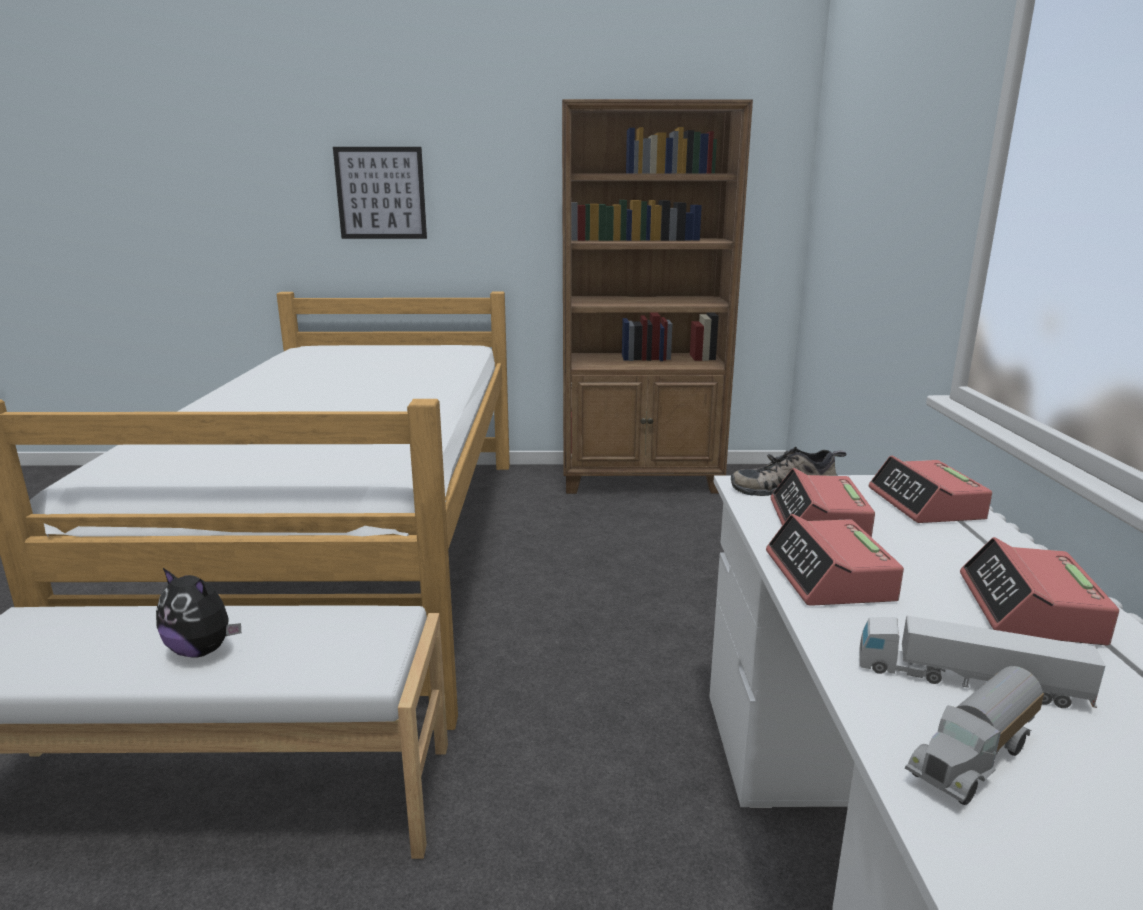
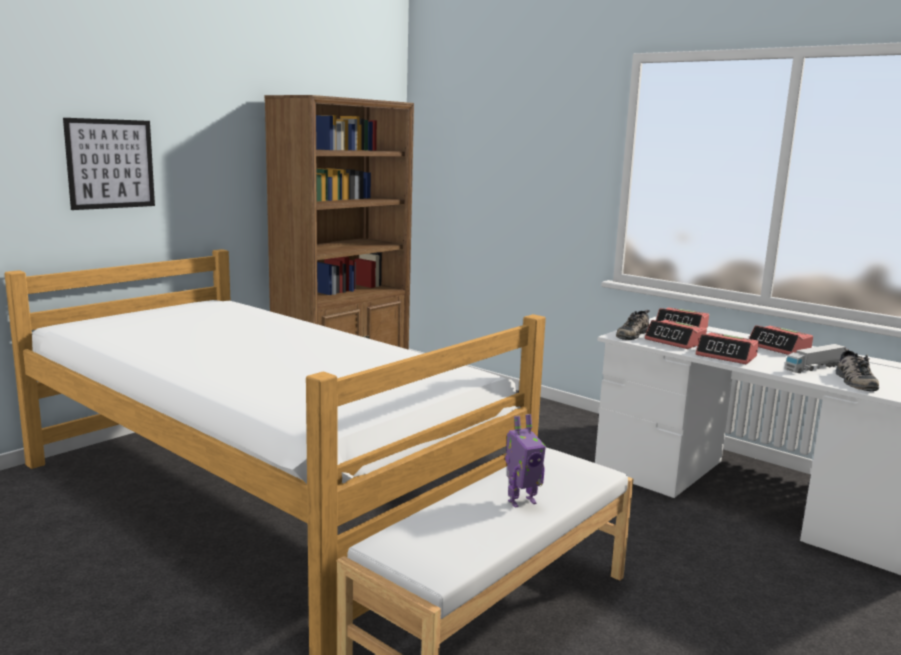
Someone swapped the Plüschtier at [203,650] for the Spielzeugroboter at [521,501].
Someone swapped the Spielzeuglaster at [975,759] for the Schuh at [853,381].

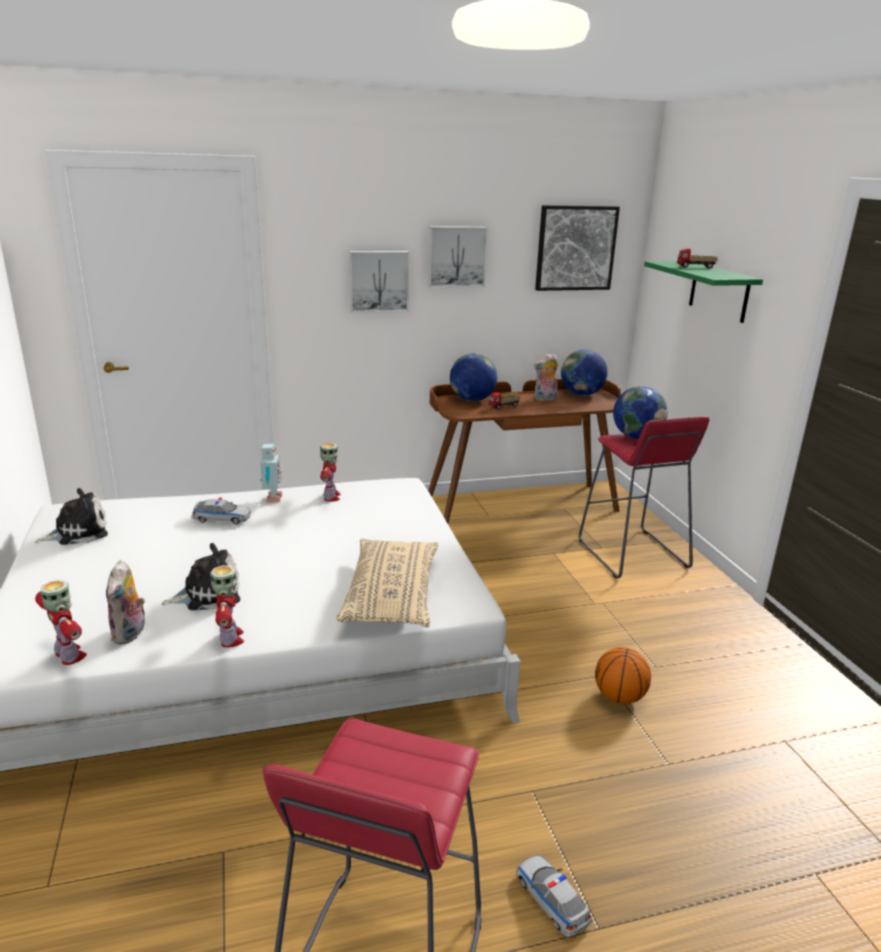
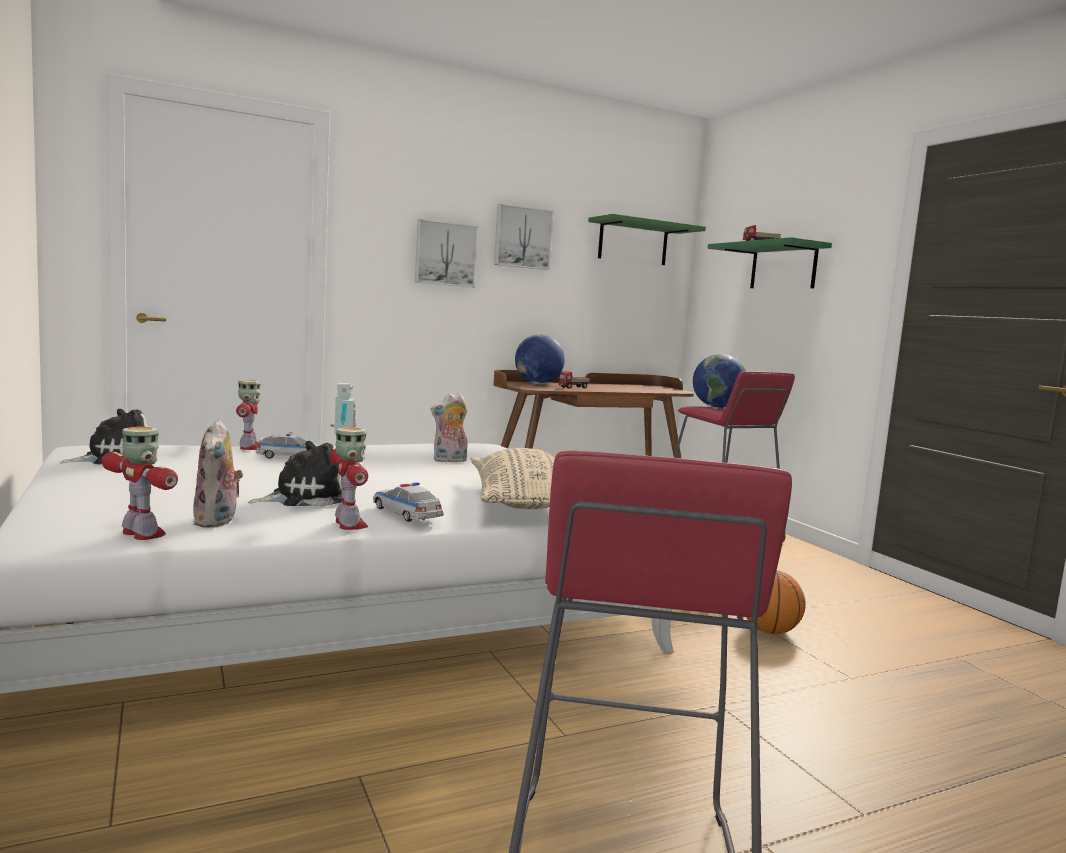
Someone took away the Globus at [581,394].
Someone carried the Spielzeugroboter from [331,497] to [249,447].
Someone carried the Spielzeugauto from [552,900] to [406,513].
Someone carried the Plüschtier from [545,399] to [449,461].
Someone swapped the Bild at [575,248] for the Wandregal (grün) at [633,242].

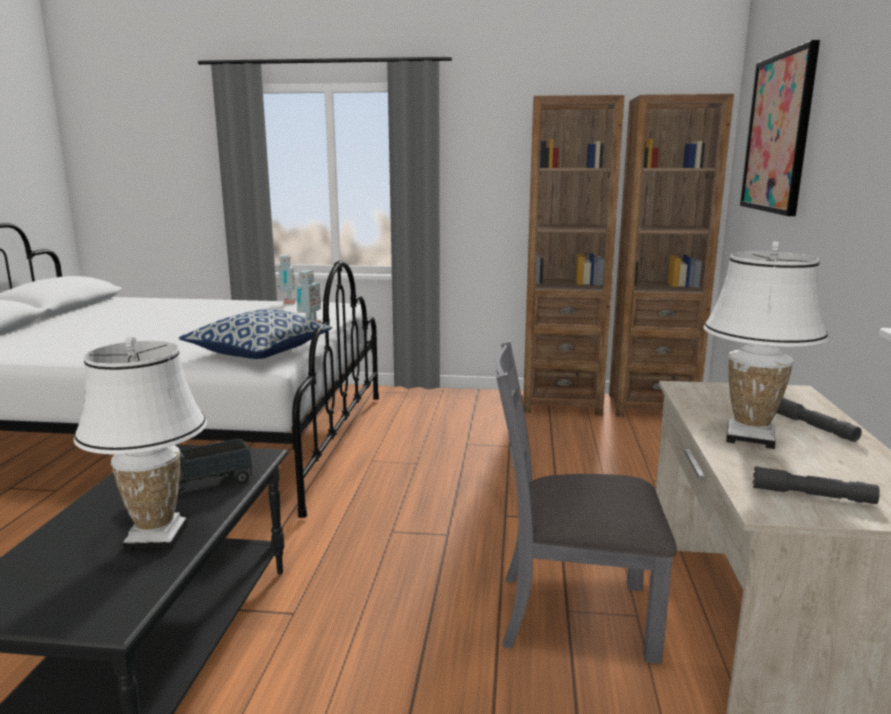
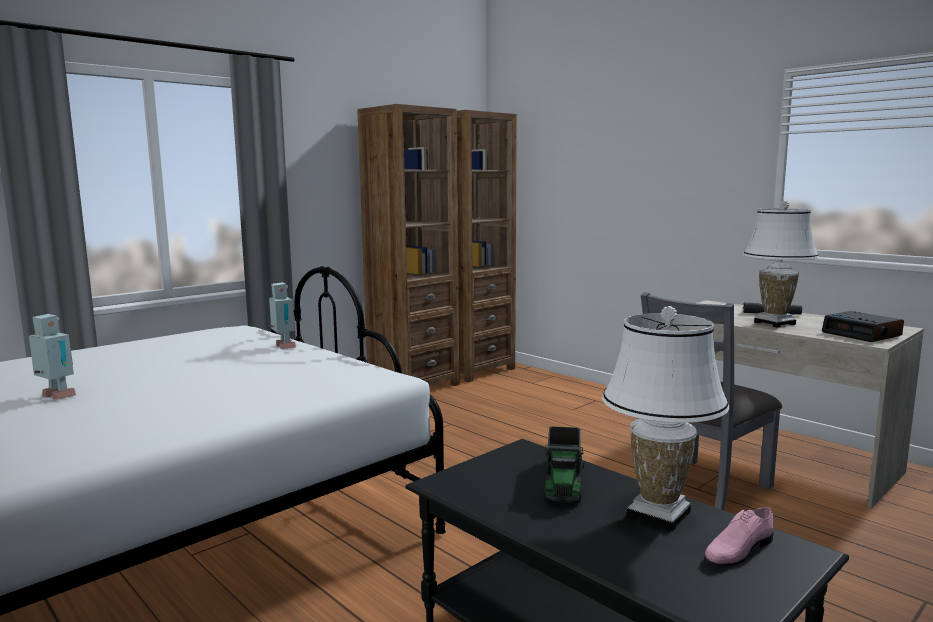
Someone took away the Kissen at [259,351].
Someone took away the Bild at [778,134].
Someone put down the Schuh (rosa) at [737,549].
Someone carried the Spielzeugroboter from [288,303] to [56,397].
Someone swapped the Taschenlampe (grau) at [812,495] for the Wecker at [862,334].

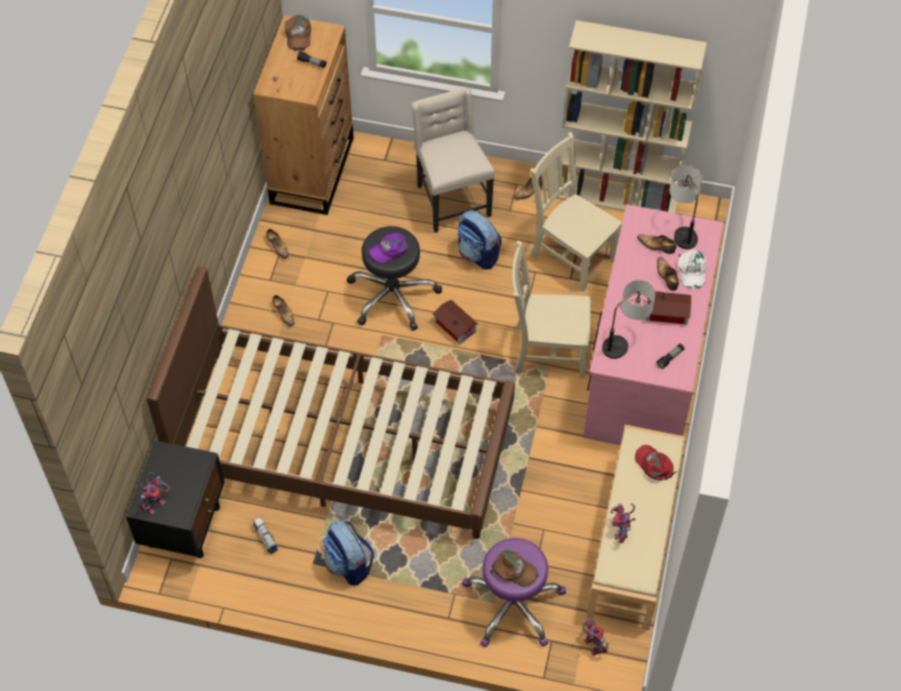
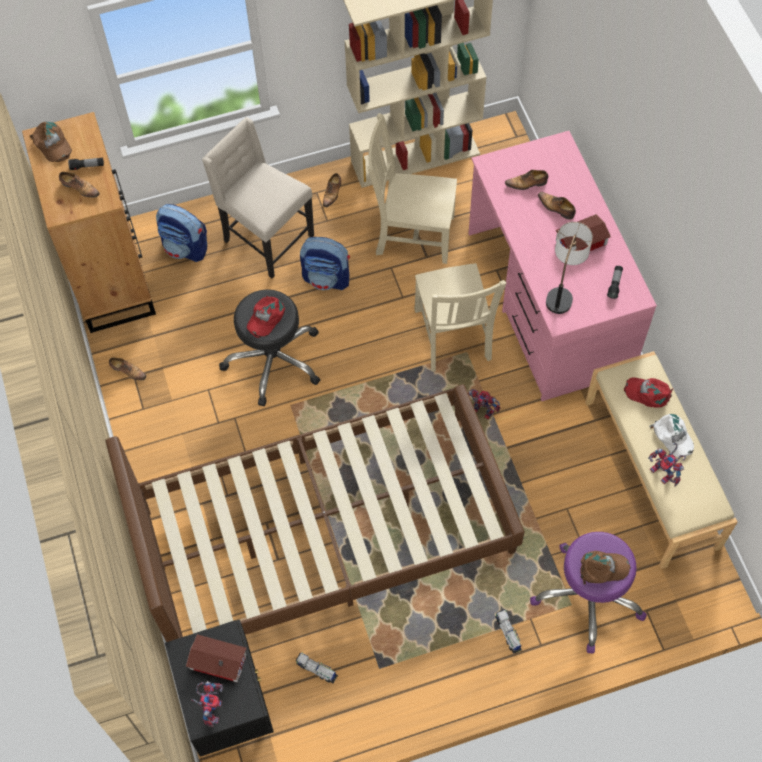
Someone took away the Tischlampe at [681,228].
Someone put down the Spielzeuglaster at [508,633].
Someone carried the Schuh from [284,313] to [80,188].
Someone carried the Rucksack from [349,565] to [186,248].
Someone carried the Spielzeughaus from [455,325] to [217,660].
Someone carried the Spielzeugroboter from [591,644] to [480,411].
Someone carried the Kappe (weiß) from [691,271] to [672,437].
Someone repainted the Kappe (lila) at [389,249], which became the Kappe (rot) at [265,317].
Someone rotated the Stuhl (beige) at [547,351] by 75 degrees counterclockwise.

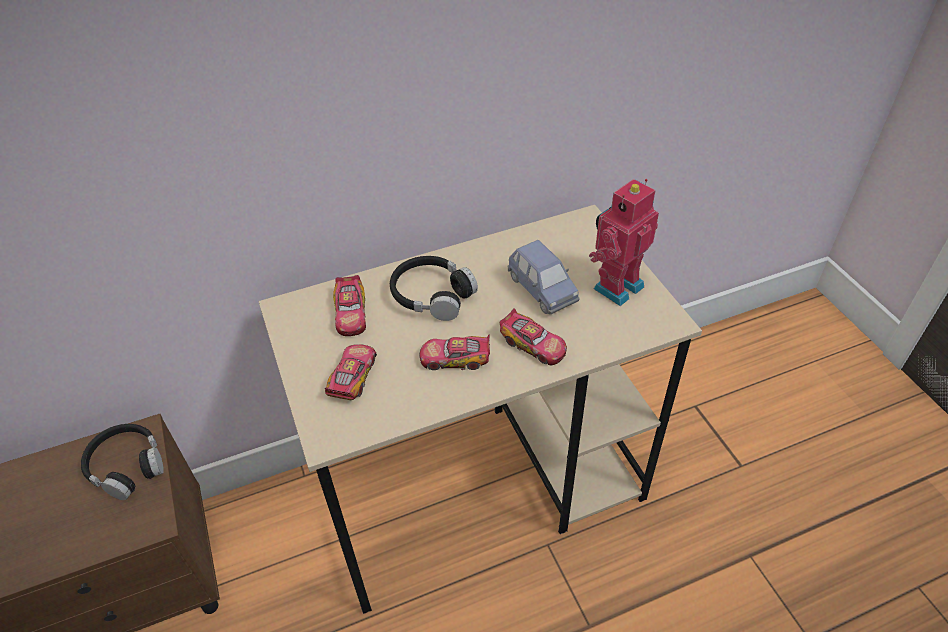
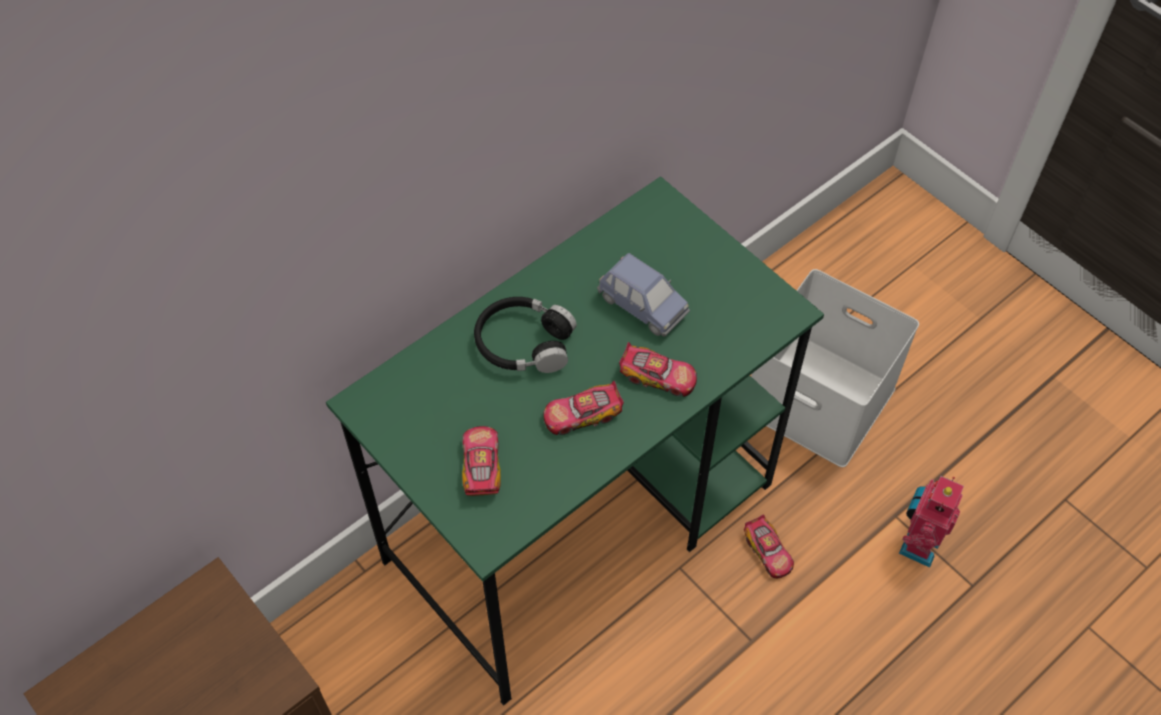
Someone took away the Kopfhörer (schwarz) at [127,466].
Someone put down the Aufbewahrungsbox (weiß) at [823,399].
Someone carried the Spielzeugauto from [351,313] to [768,552].
Someone carried the Spielzeugroboter from [616,286] to [917,544].
Someone repainted the Schreibtisch (beige) at [482,484], which became the Schreibtisch (grün) at [582,520].

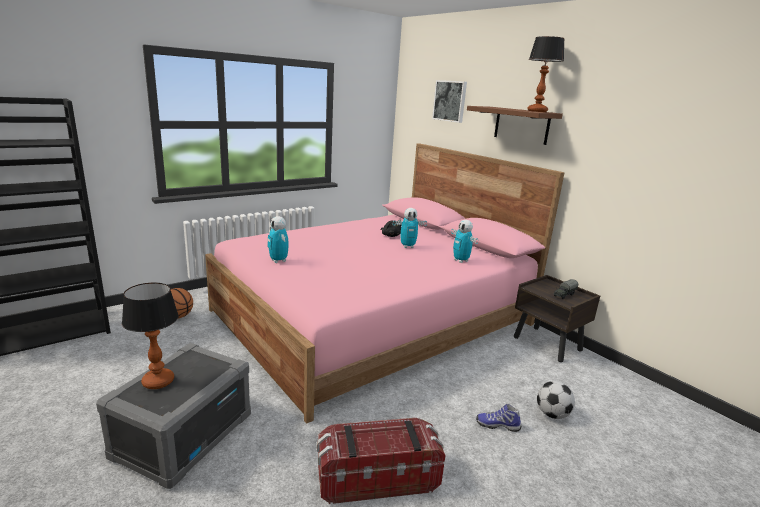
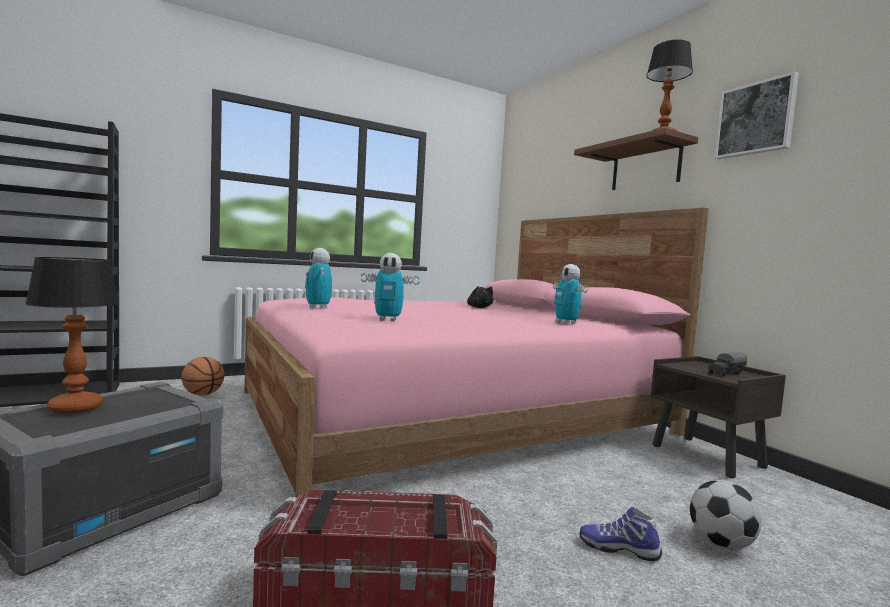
Someone carried the Spielzeugroboter from [407,246] to [388,320].
Someone carried the Bild from [450,101] to [756,119].

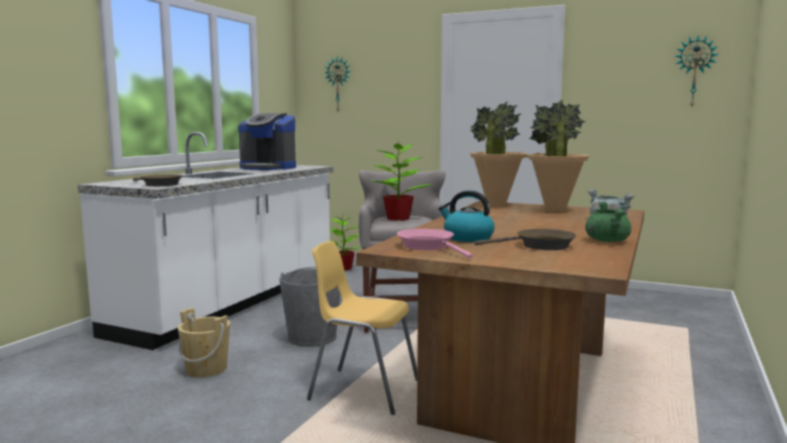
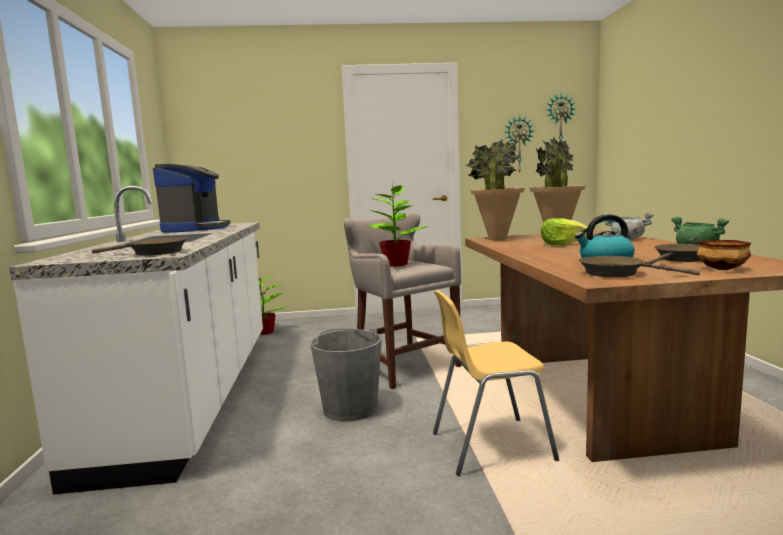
Someone took away the Eimer (beige) at [206,369].
Someone put down the Salatkopf at [561,244].
Someone put down the Schüssel at [723,269].
Someone carried the Wanduhr from [338,84] to [518,144].
Someone repainted the Pfanne (rosa) at [429,247], which became the Pfanne (braun) at [617,273].
Someone rotated the Kaffeemaschine at [268,168] by 75 degrees counterclockwise.

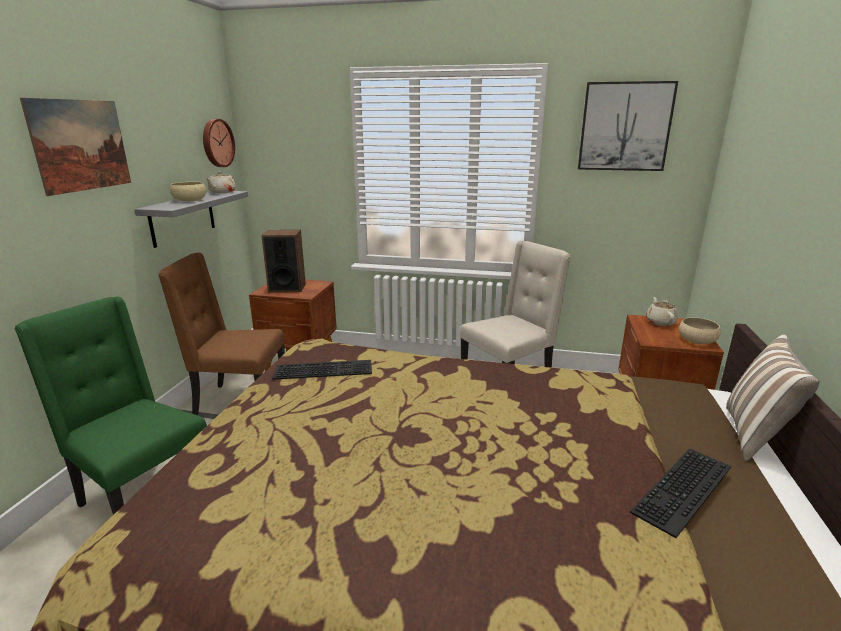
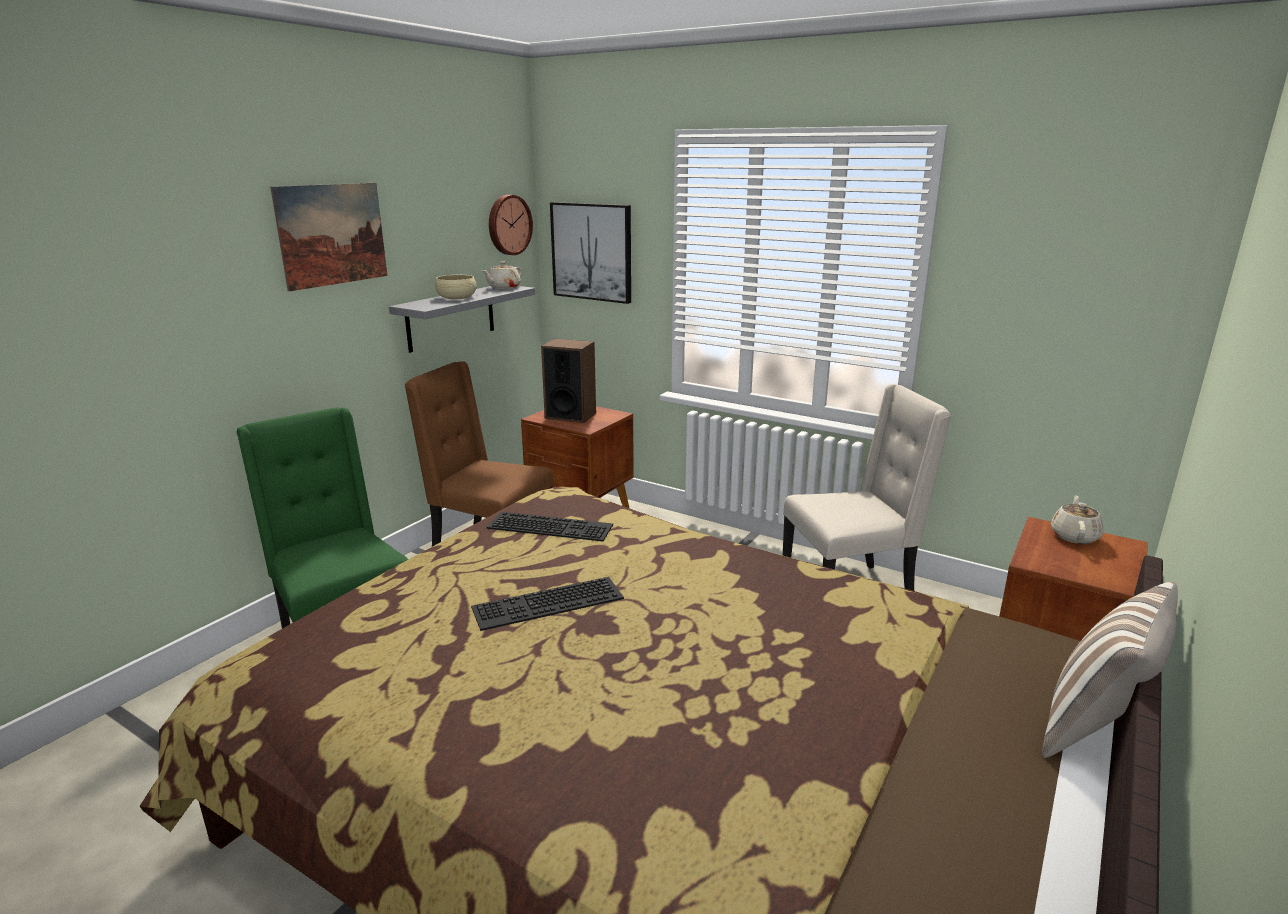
Someone took away the Schüssel (beige) at [697,340].
Someone carried the Bild from [625,127] to [592,252].
Someone carried the Tastatur from [685,491] to [547,605].

